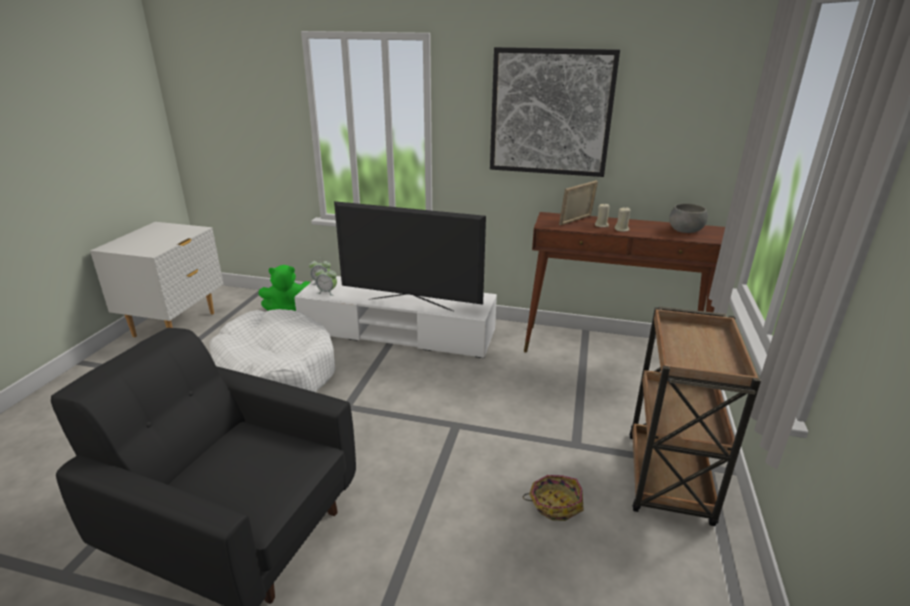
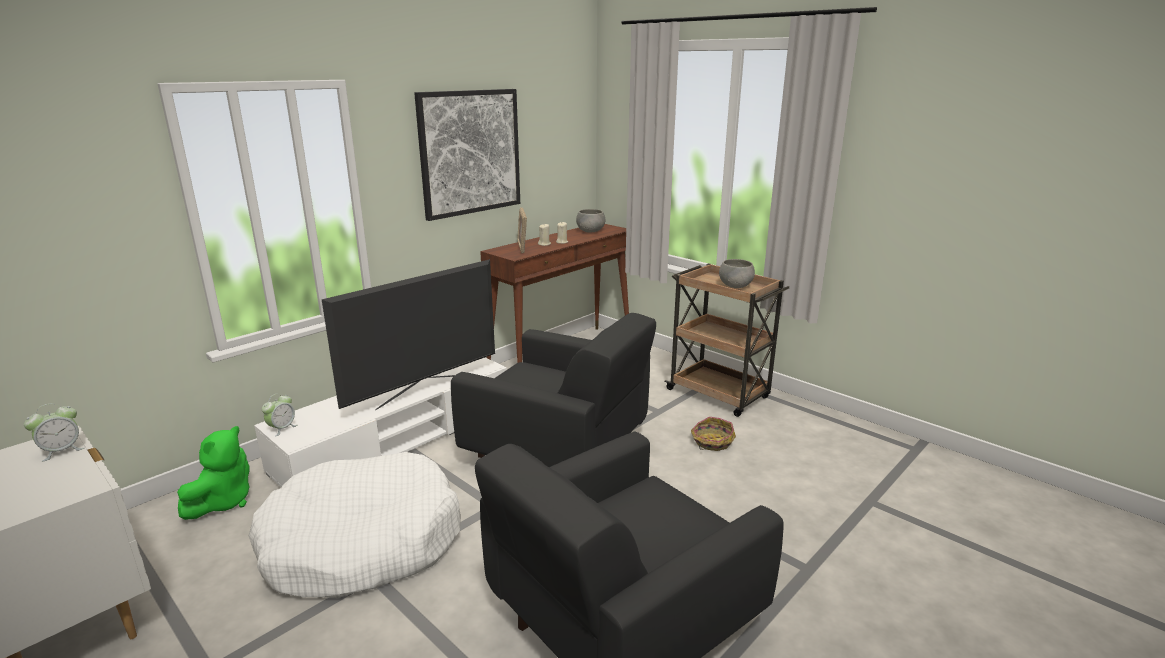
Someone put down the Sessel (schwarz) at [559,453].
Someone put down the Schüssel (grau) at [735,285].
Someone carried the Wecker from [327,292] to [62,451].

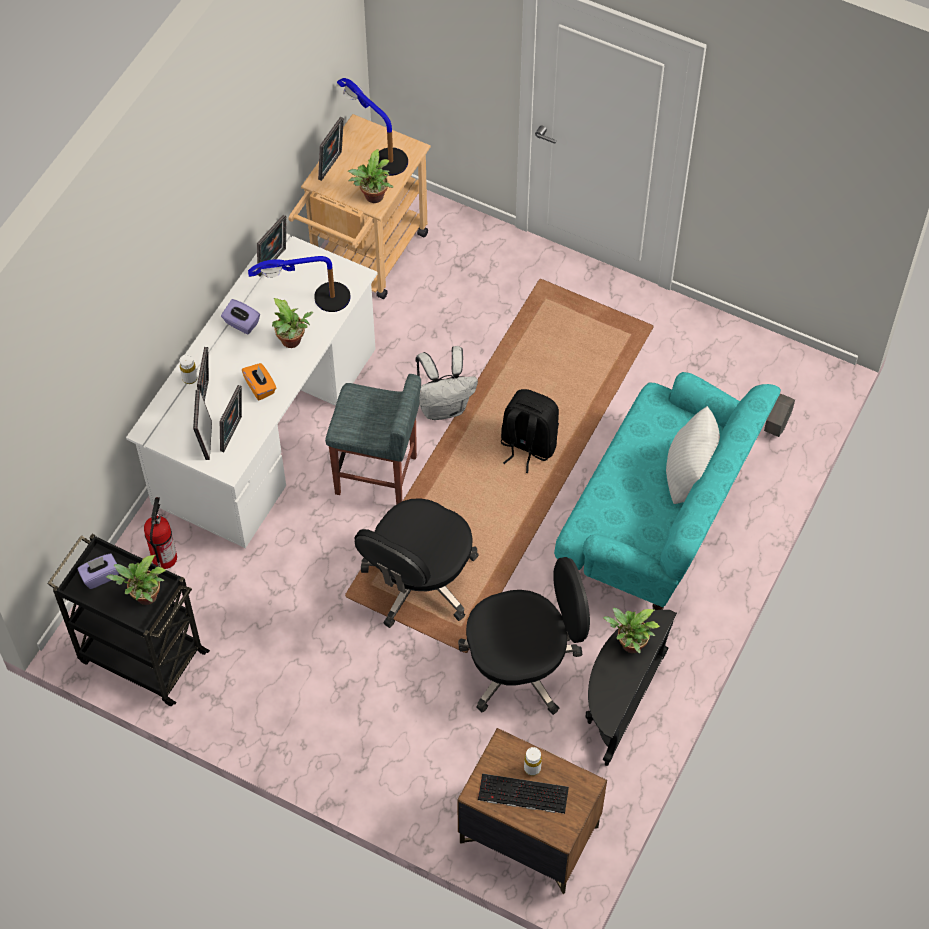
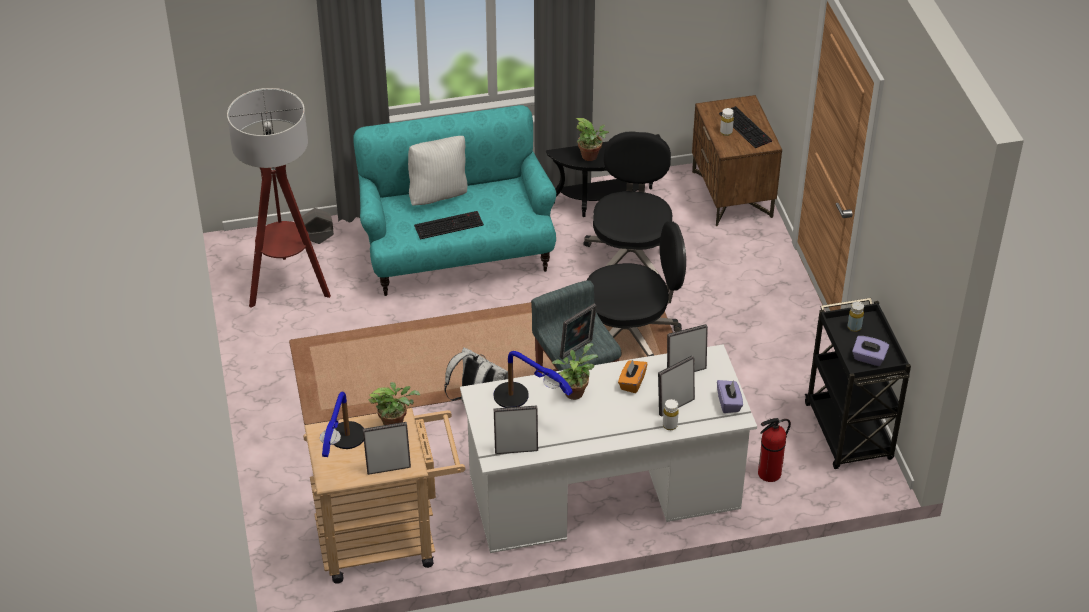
Someone took away the Rucksack (schwarz) at [527,445].
Someone put down the Stehlampe at [288,286].
Someone put down the Tastatur at [449,224].
Someone carried the Bilderrahmen from [205,441] to [577,350].
Someone carried the Taschentuchbox (lila) from [241,324] to [729,403].
Someone swapped the Topfpflanze at [144,597] for the Flasche (gelb) at [854,327].
Someone rotated the Bürostuhl (schwarz) at [522,665] by 60 degrees clockwise.

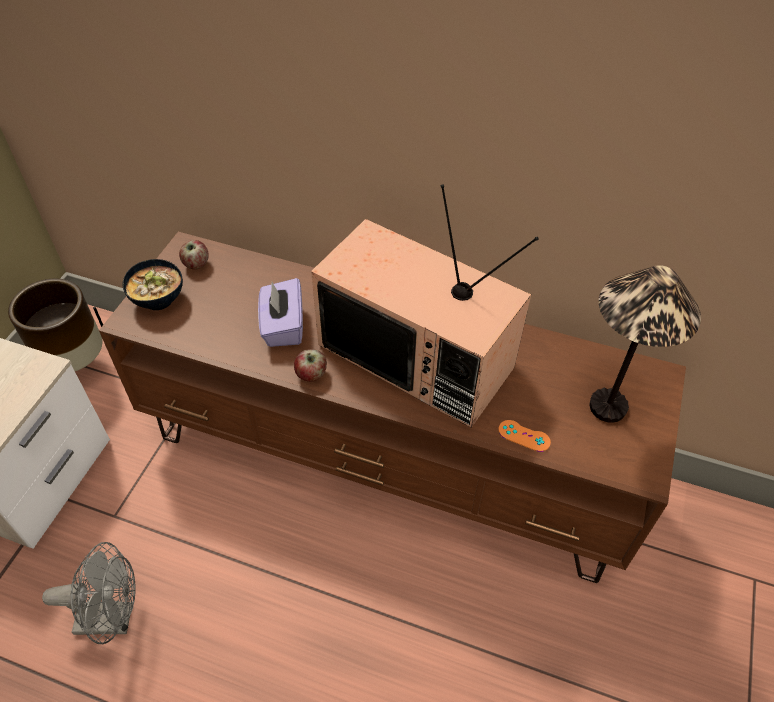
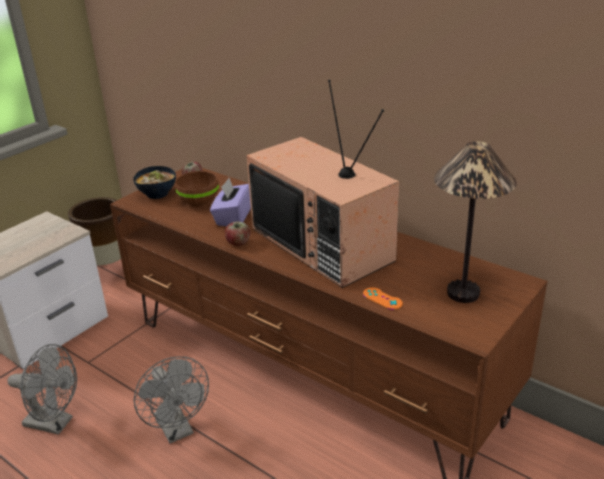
Someone put down the Ventilator (grau) at [177,430].
Someone put down the Schüssel (braun) at [198,202].

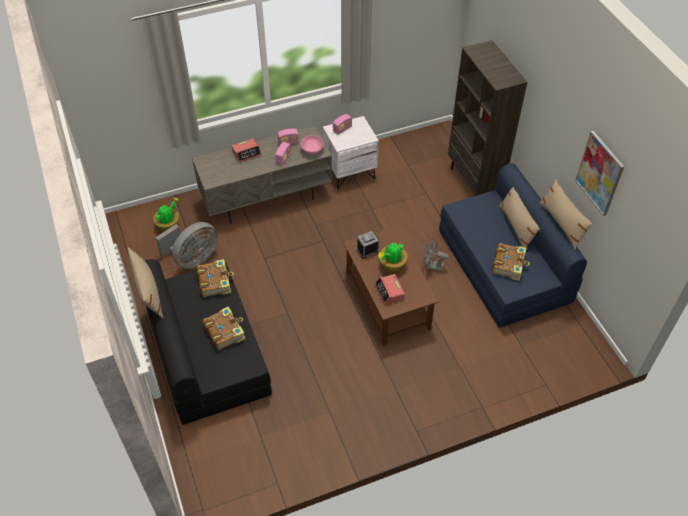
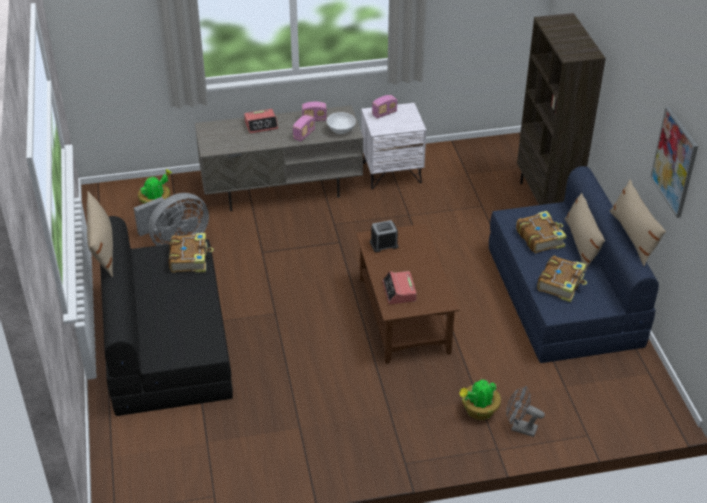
Someone carried the Buch from [224,332] to [540,238].
Someone carried the Topfpflanze from [391,265] to [478,411].
Someone carried the Ventilator (grau) from [432,266] to [520,428].
Someone repainted the Schüssel (rosa) at [312,150], which became the Schüssel (weiß) at [341,130].

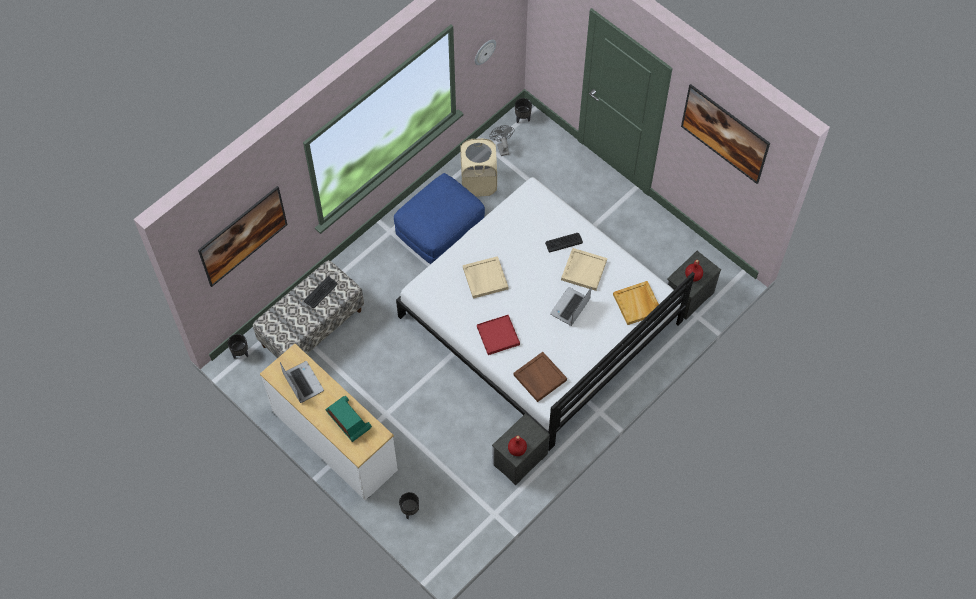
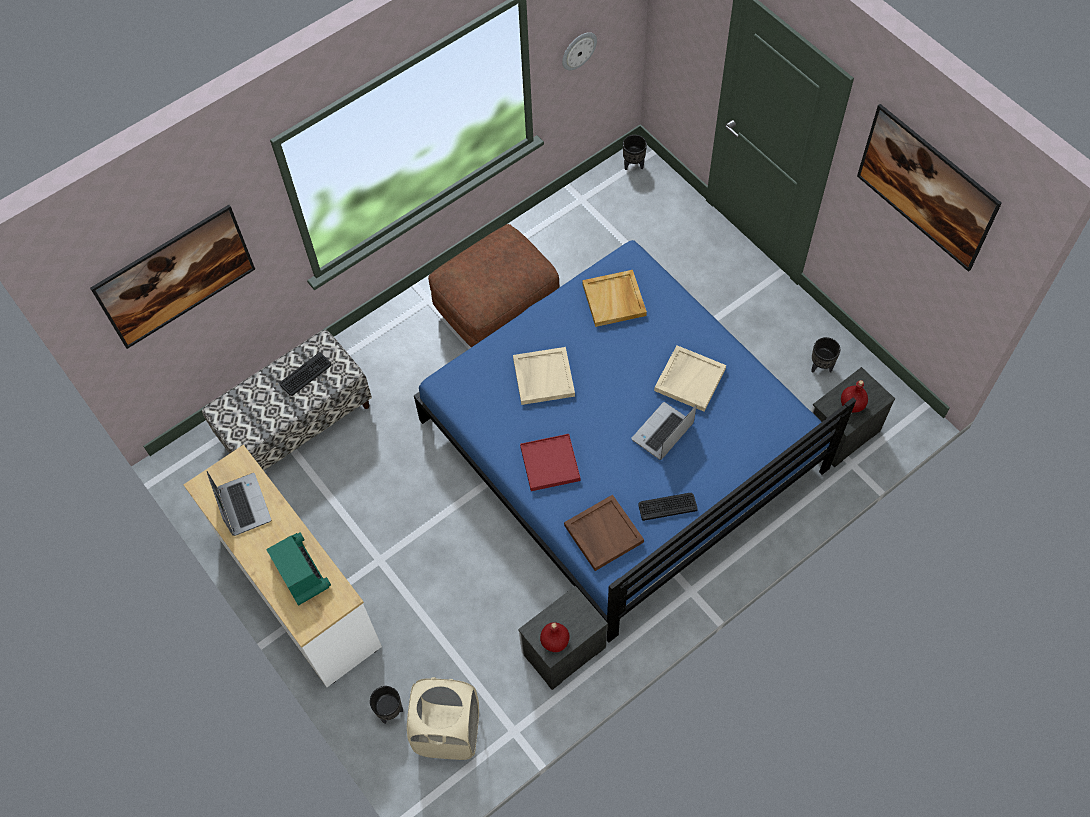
Someone took away the Ventilator (grau) at [502,147].
Someone carried the Pflanzkübel (schwarz) from [241,353] to [821,367].
Someone carried the Wäschekorb (beige) from [479,183] to [448,732].
Someone carried the Tastatur from [563,242] to [667,506].
Someone carried the Tablett (beige) from [637,304] to [614,300].
Someone repainted the Polsterhocker (blau) at [440,234], which became the Polsterhocker (braun) at [496,310].
Someone repainted the Bett (weiß) at [540,319], which became the Bett (blau) at [621,445].

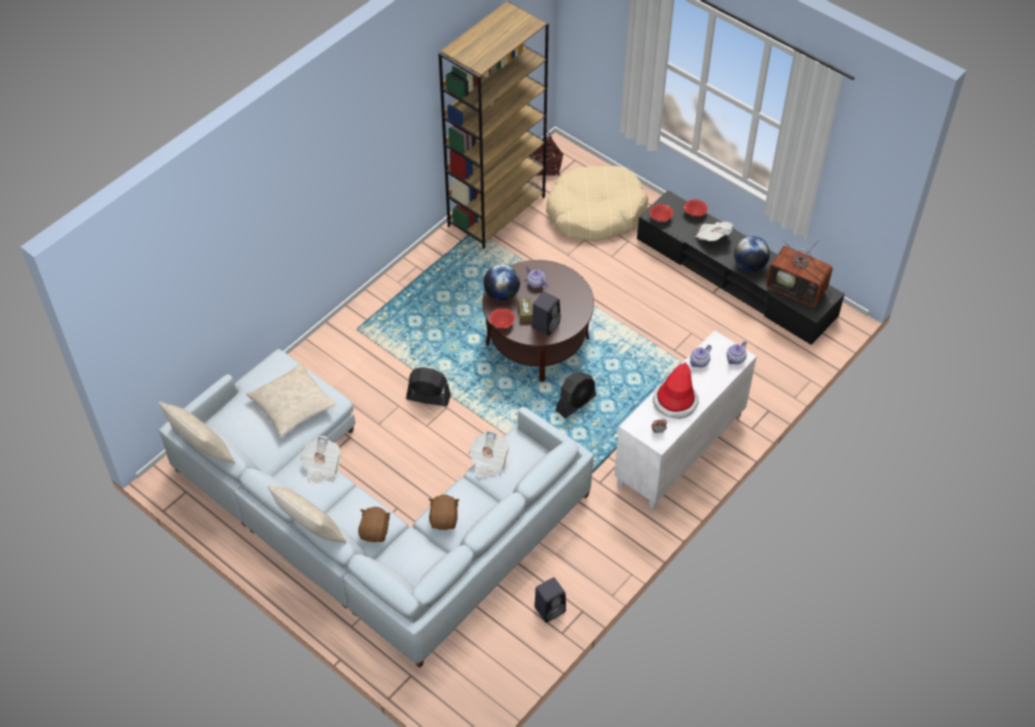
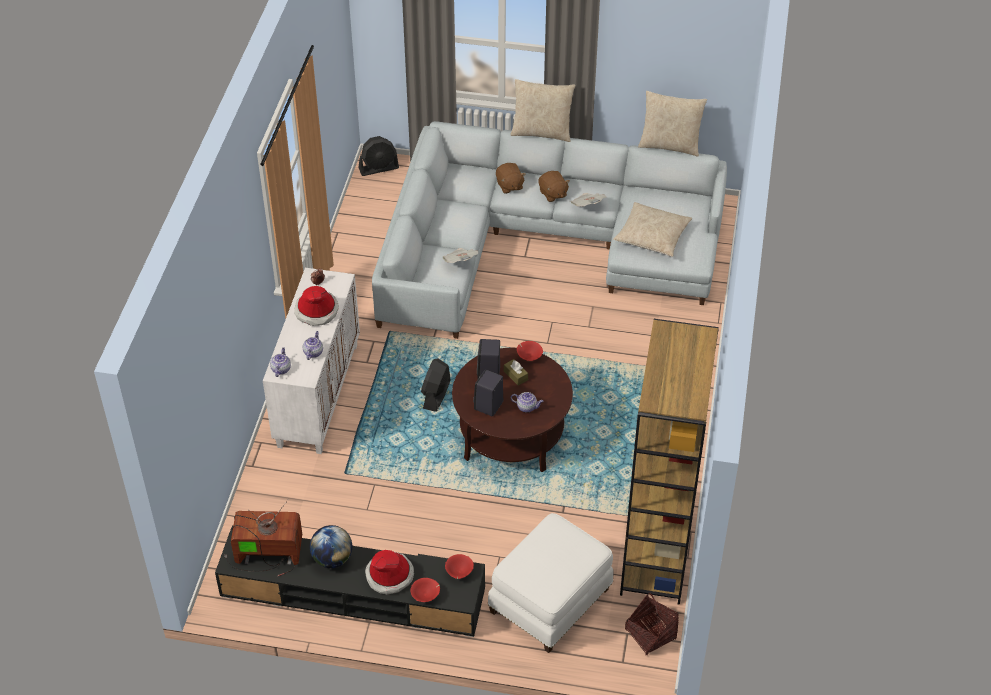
Someone took away the Globus at [501,294].
Someone carried the Ventilator (schwarz) from [428,397] to [379,168].
Someone carried the Plüschtier (braun) from [444,519] to [552,194].
Someone carried the Lautsprecher (schwarz) from [550,608] to [488,406].
Someone swapped the Hundebett (beige) at [595,212] for the Polsterhocker (weiß) at [551,602].
Someone swapped the Zeitung at [712,237] for the Hut at [390,575].

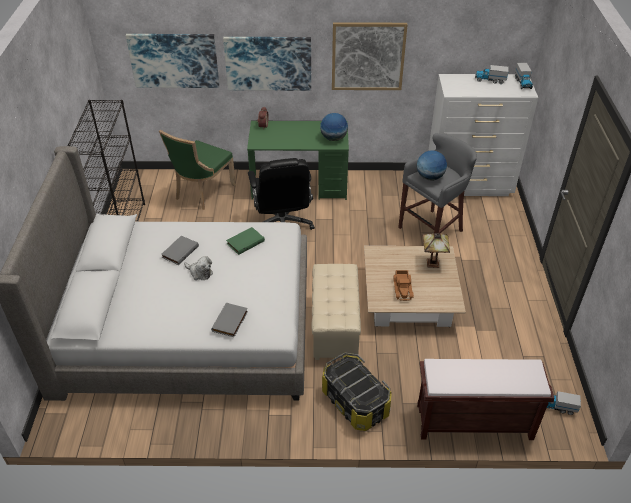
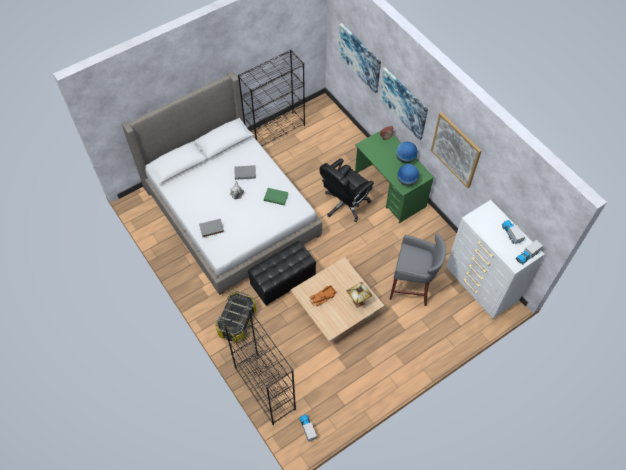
Someone took away the Stuhl (grün) at [202,192].
Someone carried the Globus from [430,177] to [405,158].
Someone swapped the Bank (braun) at [473,422] for the Bücherregal (schwarz) at [264,388].
Someone repainted the Polsterhocker (beige) at [334,327], which became the Polsterhocker (schwarz) at [283,281].

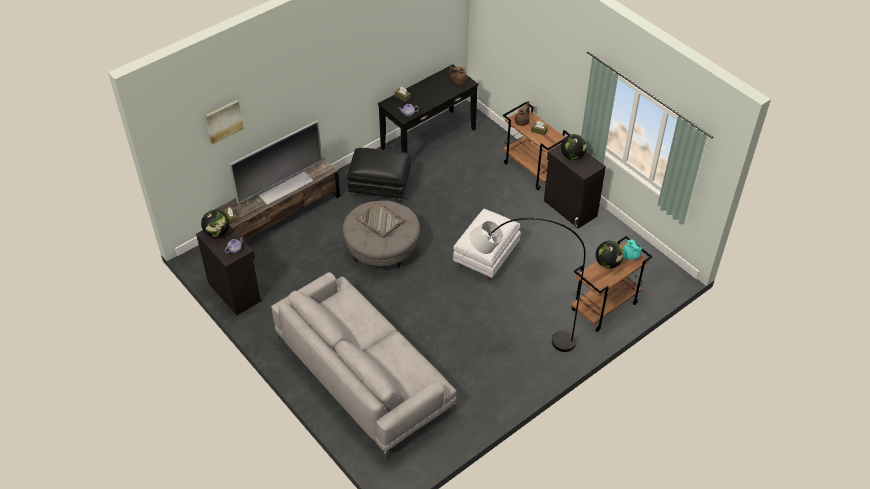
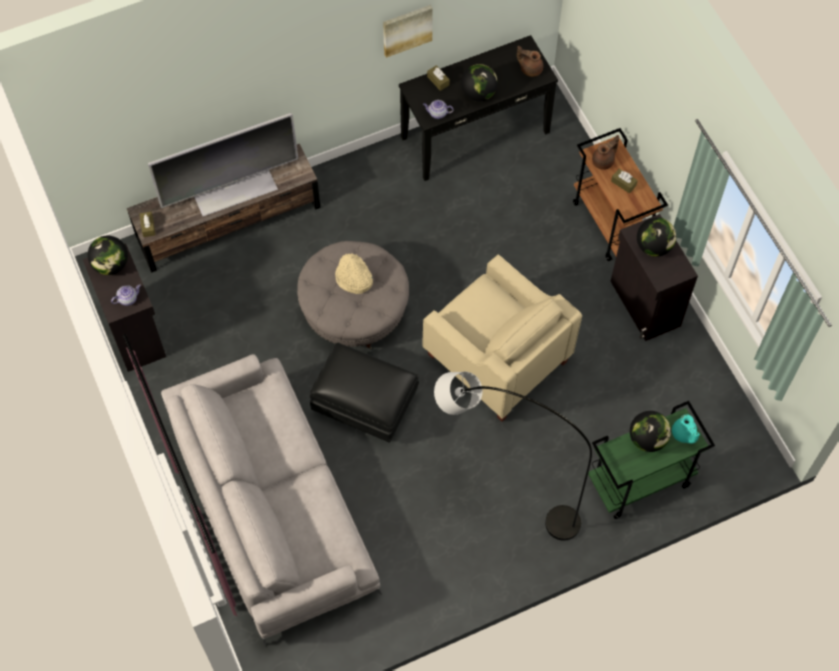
Someone put down the Globus at [478,93].
Someone carried the Bild from [223,121] to [407,29].
Someone carried the Polsterhocker (schwarz) from [380,186] to [366,404].
Someone swapped the Tablett (grau) at [380,220] for the Hut (beige) at [353,279].
Someone swapped the Polsterhocker (weiß) at [486,257] for the Sessel (beige) at [497,358].
Someone repainted the Rollwagen (braun) at [604,307], which became the Rollwagen (grün) at [639,482].

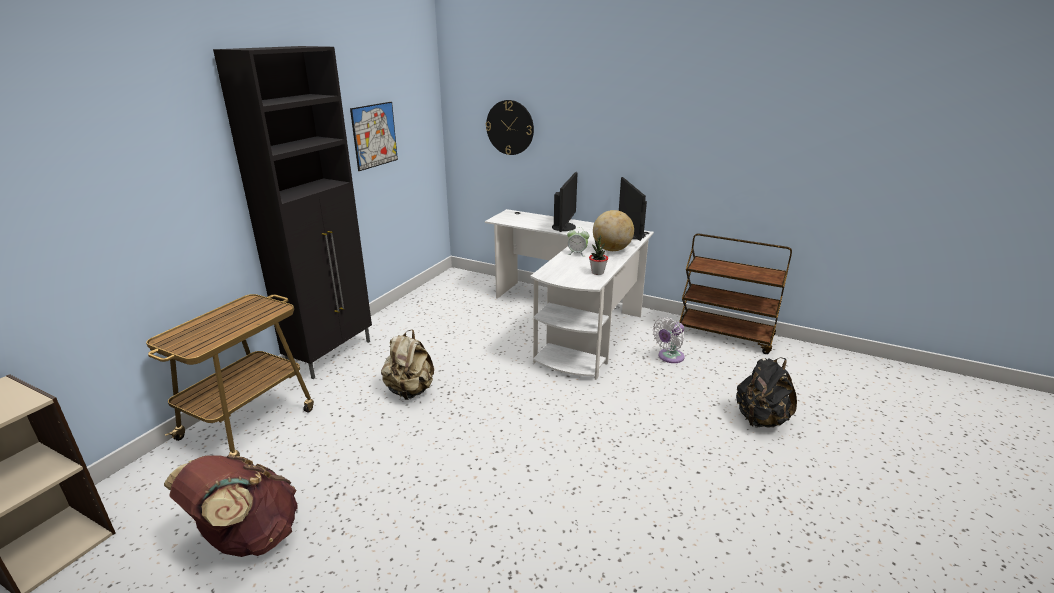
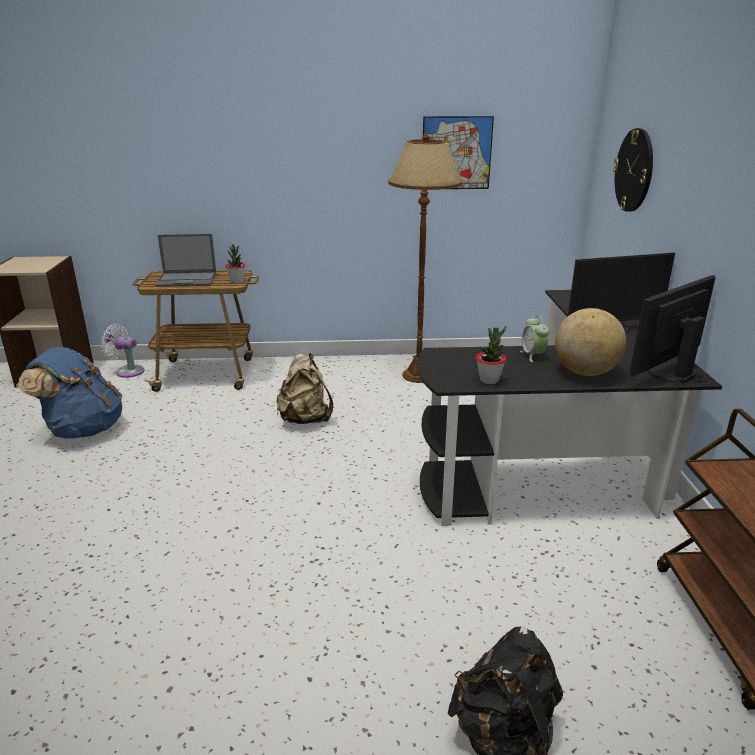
Someone took away the Schrank (schwarz) at [332,355].
Someone put down the Laptop at [187,279].
Someone put down the Topfpflanze at [237,281].
Someone put down the Stehlampe (braun) at [418,375].
Someone carried the Ventilator (weiß) from [669,357] to [127,371].
Someone repainted the Rucksack (braun) at [248,538], which became the Rucksack (blau) at [83,429].
Someone repainted the Schreibtisch (weiß) at [572,321], which became the Schreibtisch (schwarz) at [559,465].

